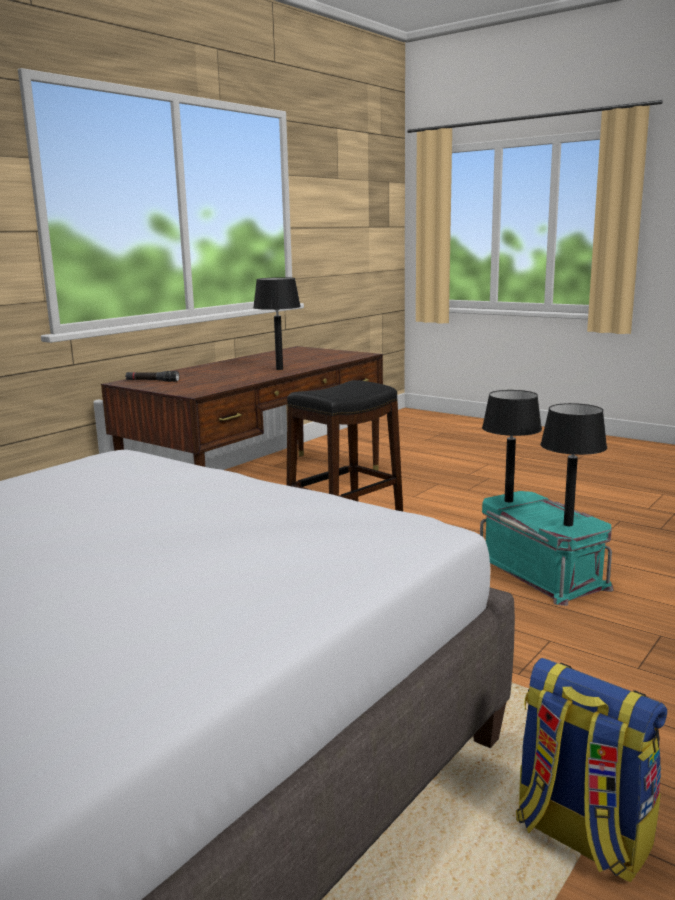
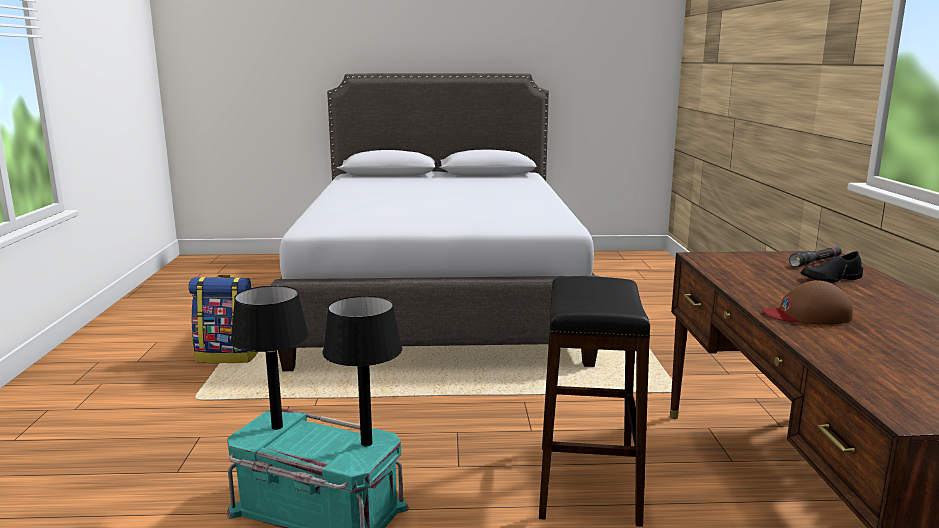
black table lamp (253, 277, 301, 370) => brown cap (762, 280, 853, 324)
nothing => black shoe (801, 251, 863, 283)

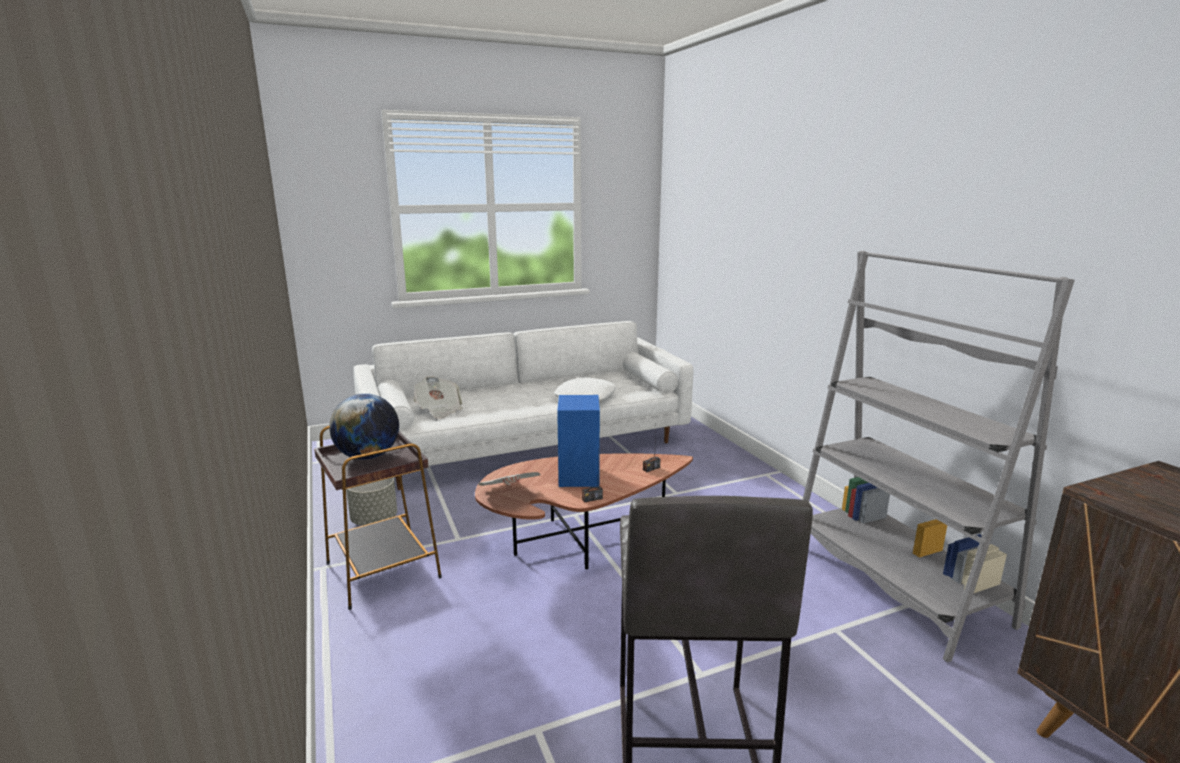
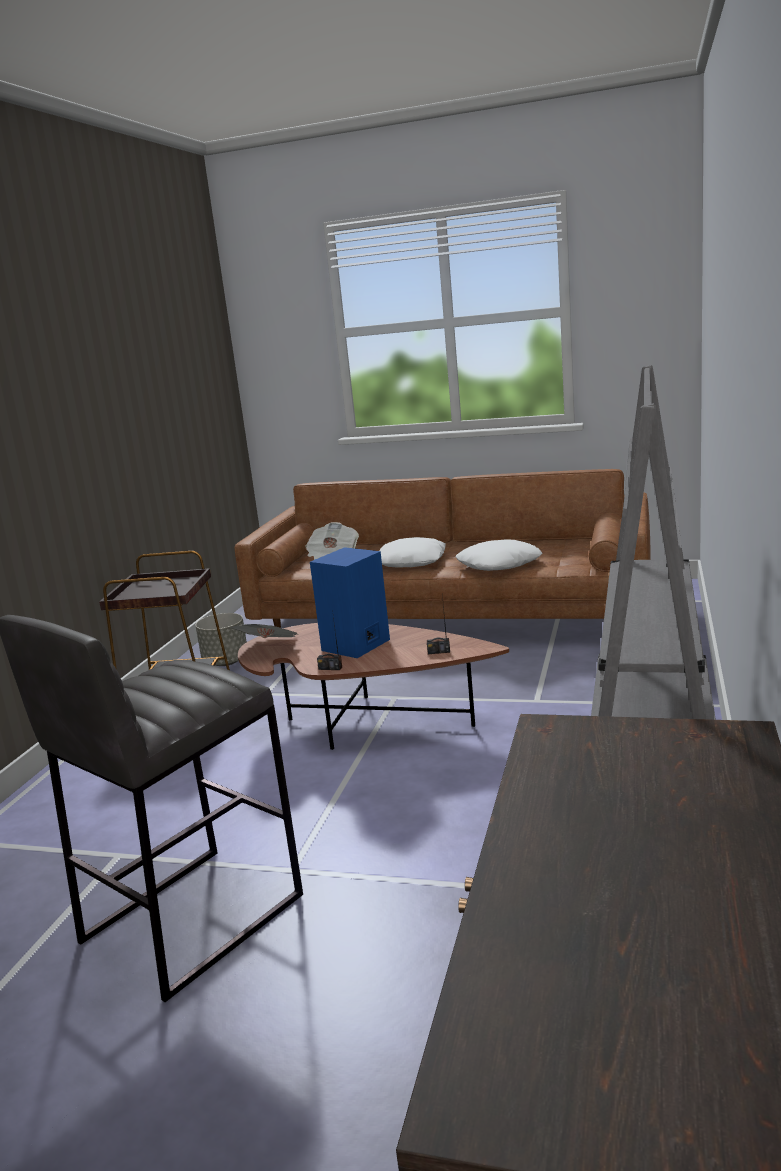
globe (329, 393, 399, 460) => nothing
white sofa (354, 321, 693, 490) => brown sofa (235, 469, 651, 628)
nothing => white pillow (380, 537, 446, 567)

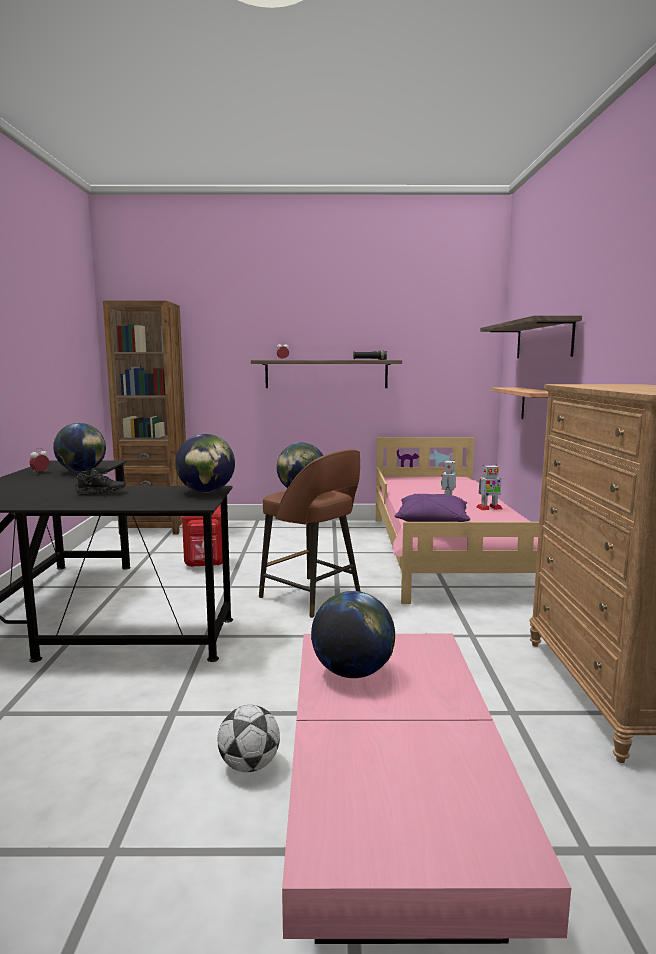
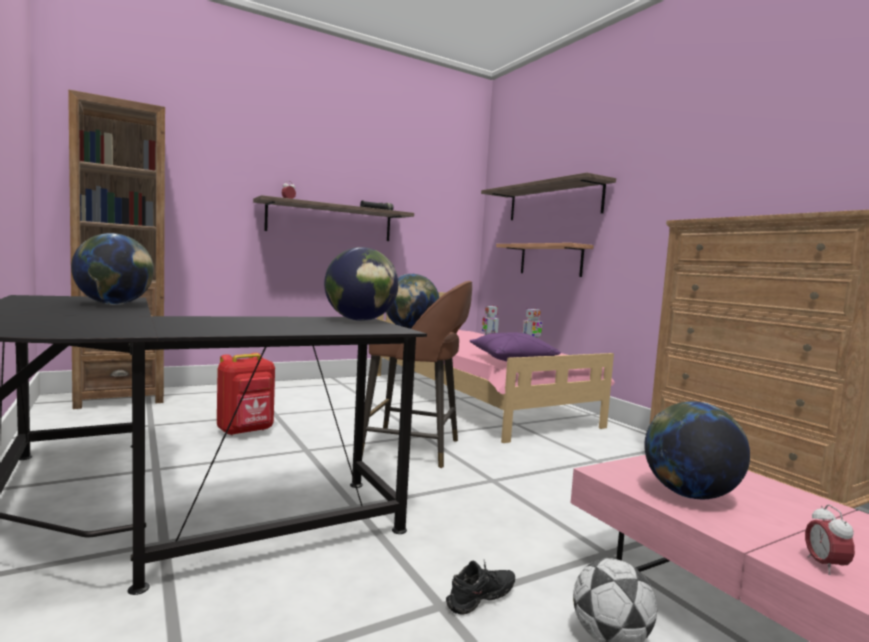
alarm clock (29, 448, 50, 473) => alarm clock (805, 504, 855, 575), move
black shoe (75, 468, 126, 495) => black shoe (446, 561, 515, 615), move

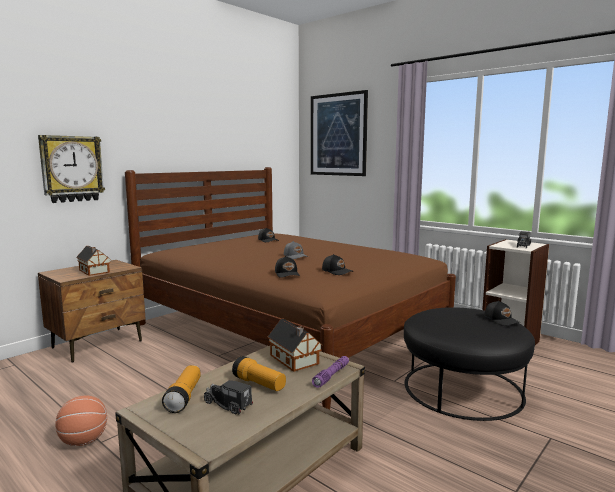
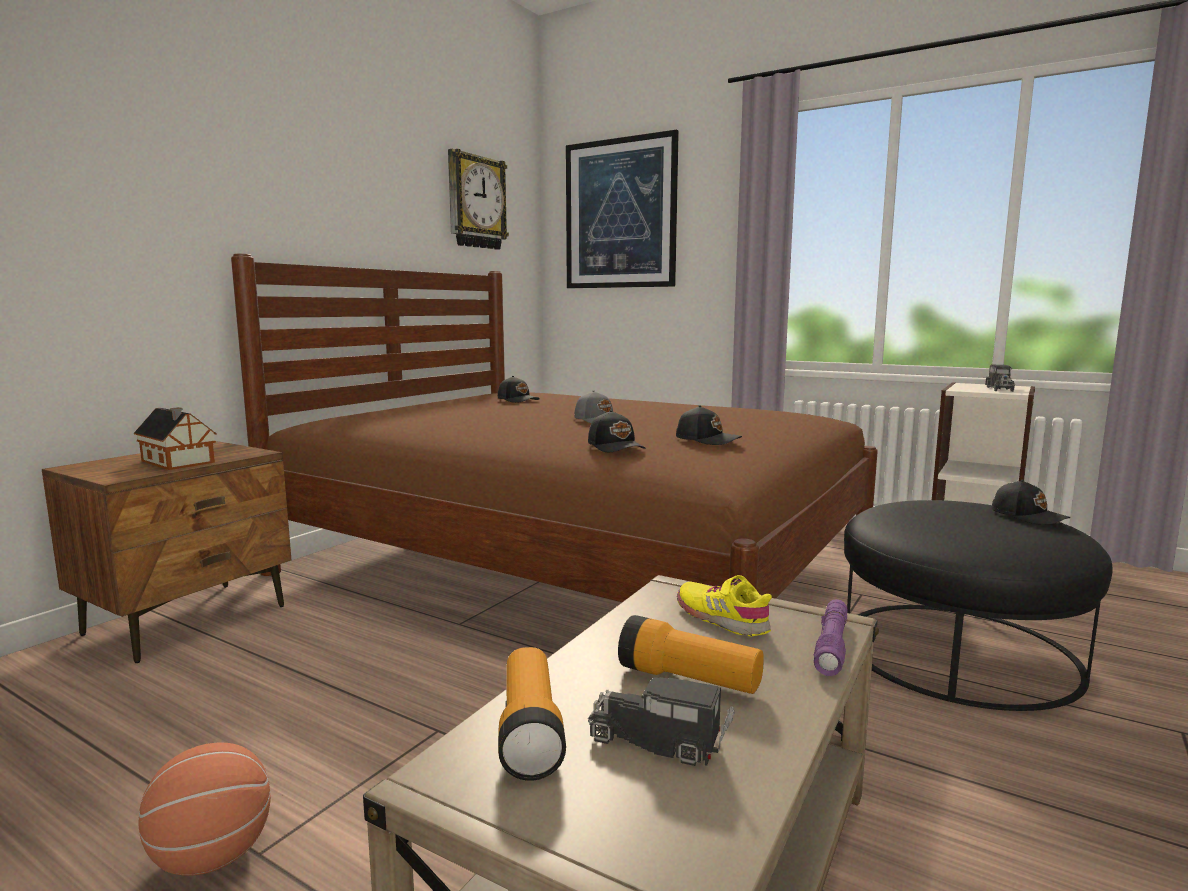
wall clock (38, 135, 105, 203) => wall clock (448, 149, 509, 250), move
toy house (267, 319, 322, 372) => yellow shoe (677, 575, 772, 636)

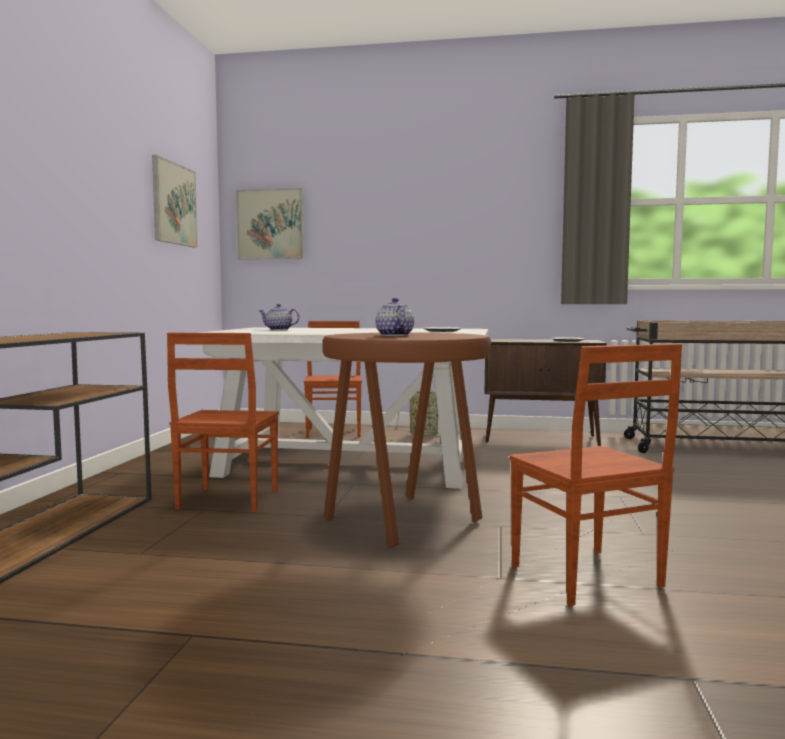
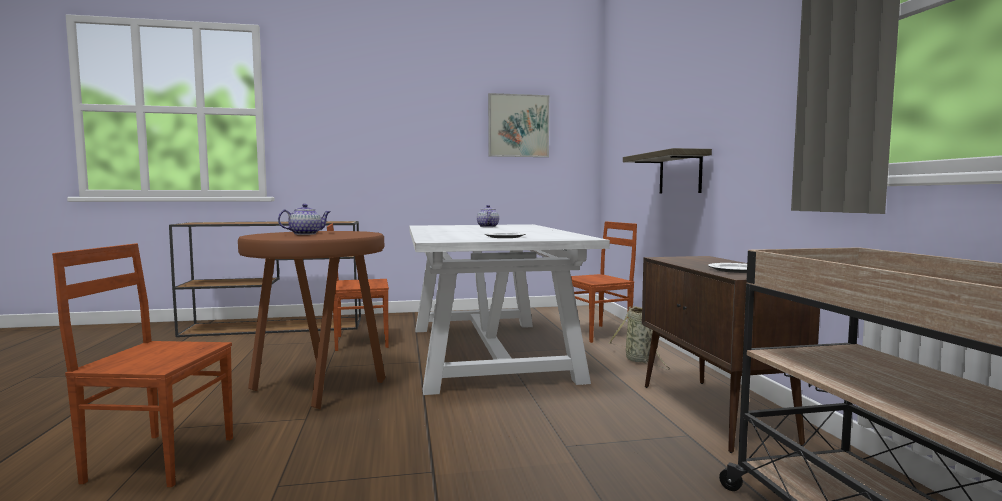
picture (236, 188, 304, 259) => nothing
brown chair (510, 344, 682, 606) => brown chair (52, 243, 233, 487), 45 degrees clockwise
nothing => shelf (623, 148, 712, 194)

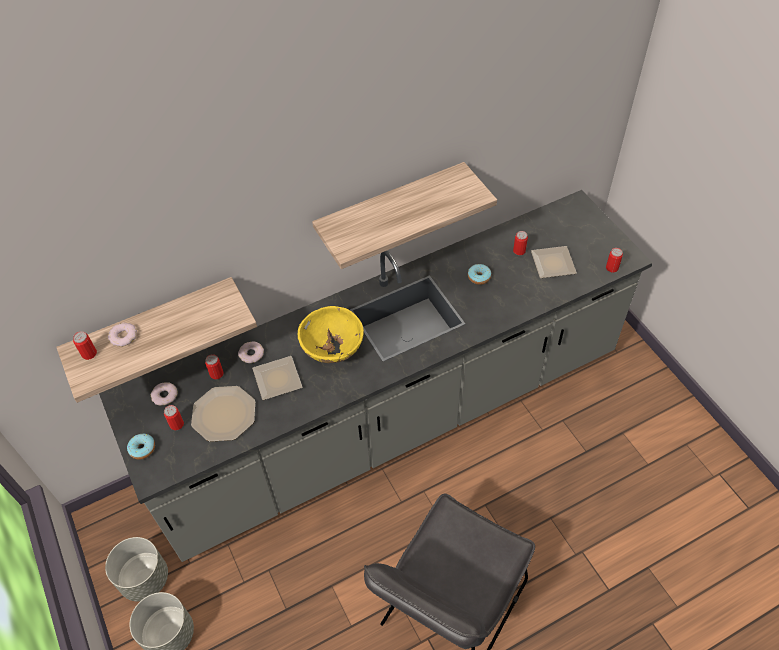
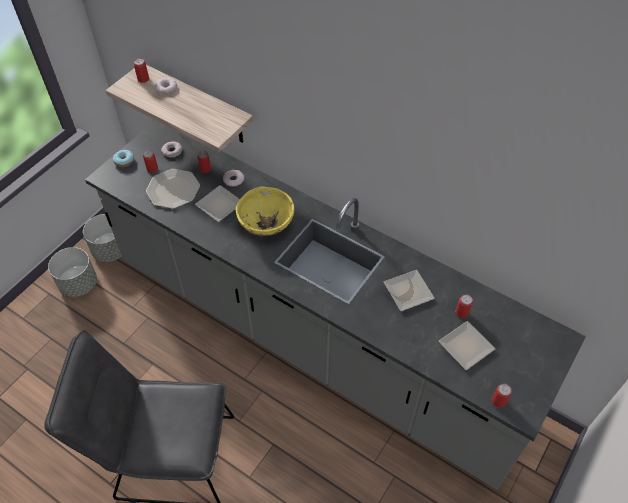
shelf (312, 162, 497, 269) => nothing
donut (468, 264, 491, 285) => plate (384, 270, 435, 311)

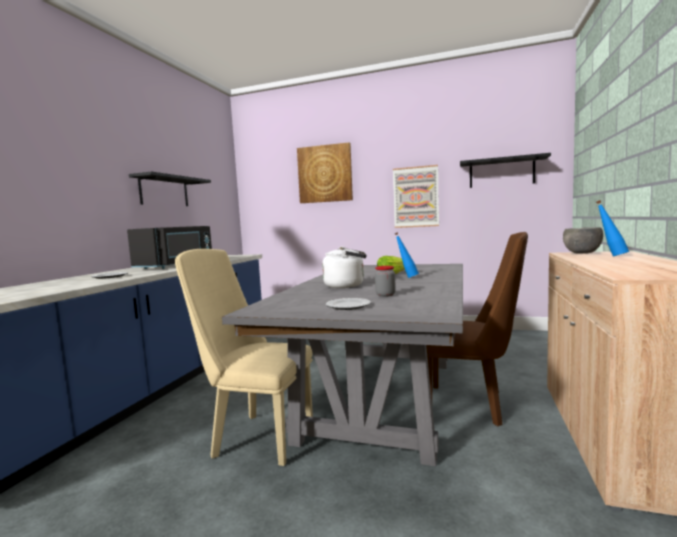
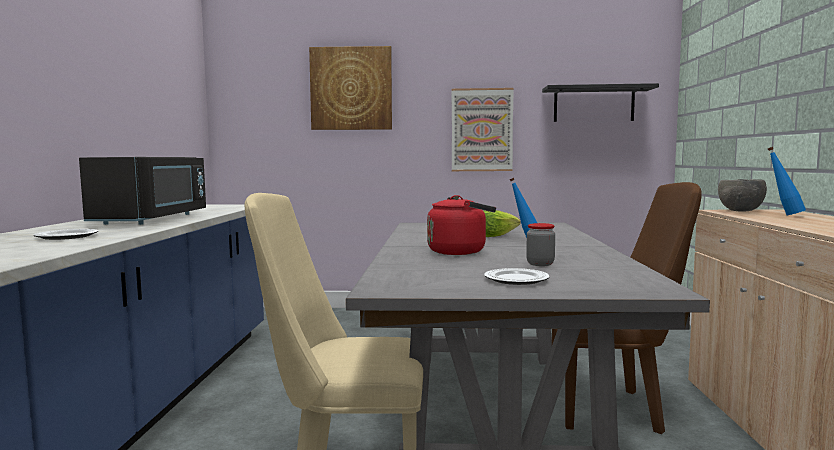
black shelf (129, 172, 211, 206) => nothing
white kettle (322, 247, 367, 288) => red kettle (427, 195, 496, 255)

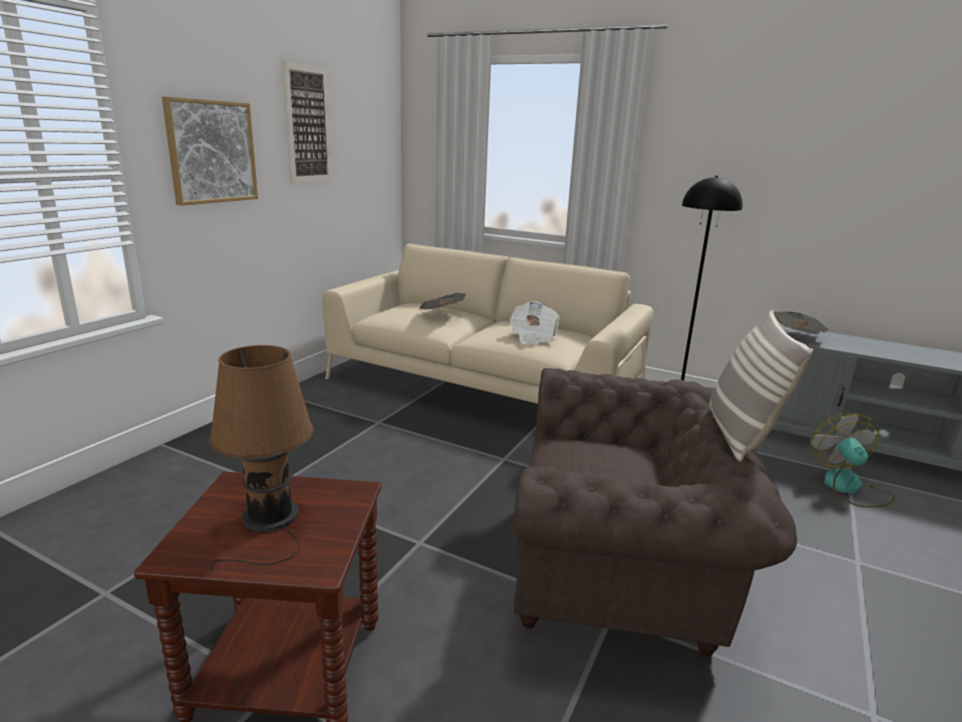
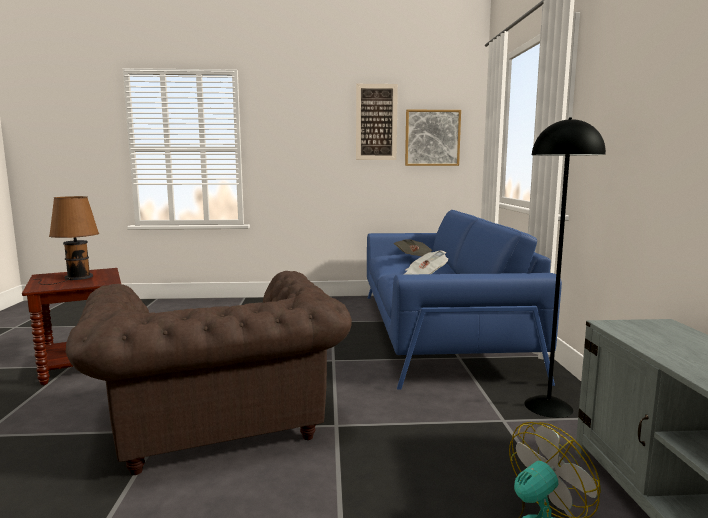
picture (162, 96, 258, 206) => picture (405, 109, 461, 166), move
beige sofa (322, 244, 653, 404) => blue sofa (367, 210, 562, 390)
pillow (709, 310, 814, 462) => nothing
newspaper (774, 312, 828, 334) => nothing

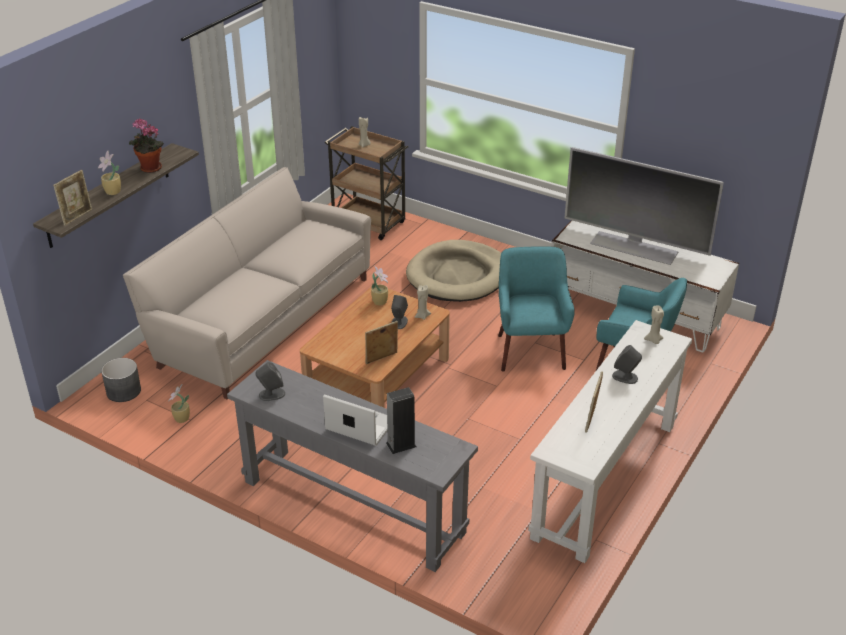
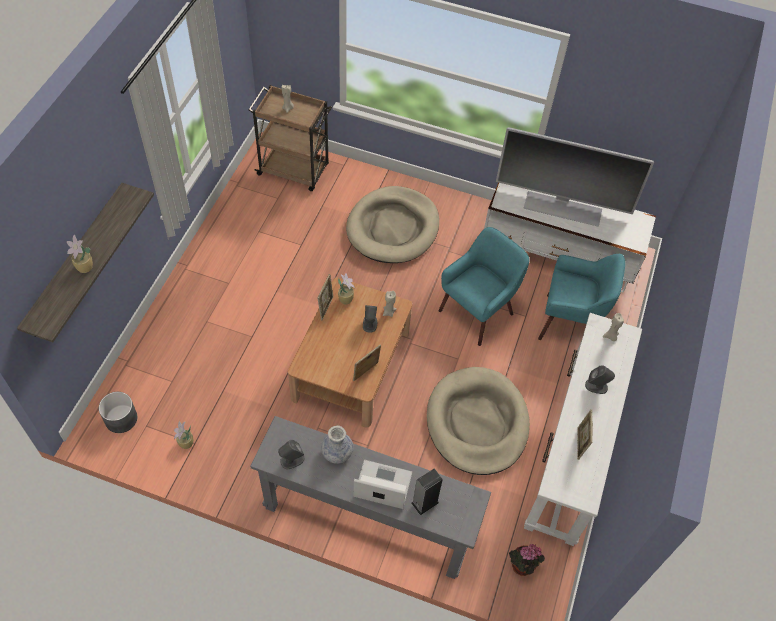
picture frame (53, 170, 92, 226) => picture frame (317, 274, 333, 320), move
beige sofa (123, 167, 371, 399) => nothing
potted plant (129, 118, 164, 173) => potted plant (509, 544, 545, 576), move
turquoise armchair (498, 246, 575, 372) => turquoise armchair (439, 227, 530, 346), 60 degrees clockwise
nothing => vase (321, 426, 353, 464)
nothing => beige dog bed (427, 367, 530, 475)

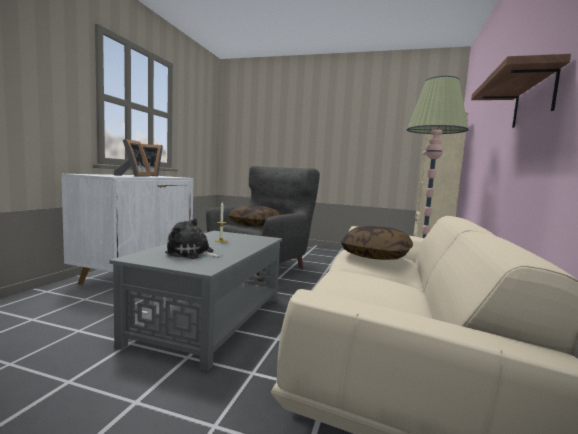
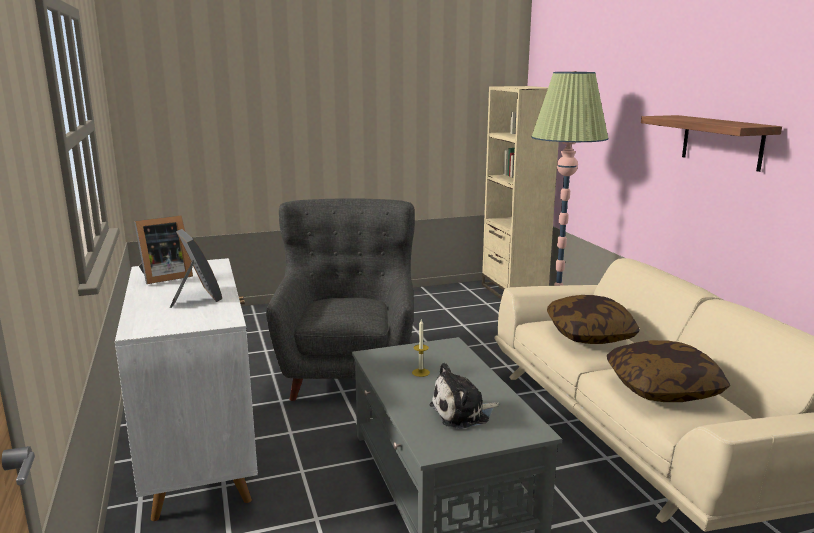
pillow (228, 205, 281, 227) => pillow (607, 340, 730, 402), move

